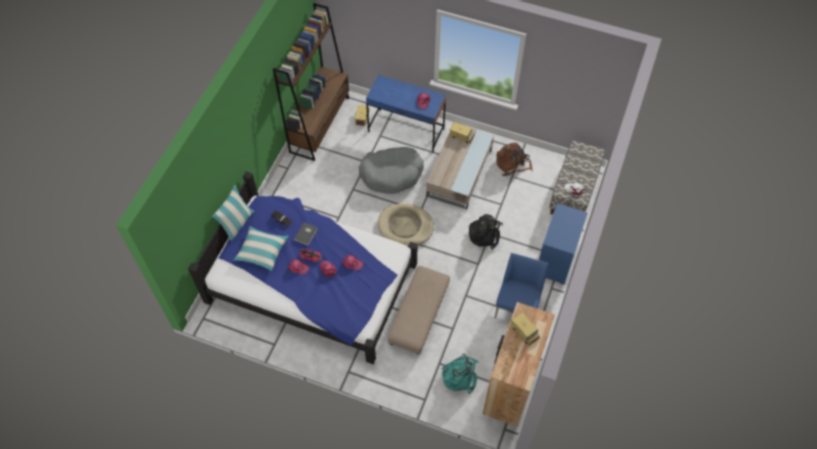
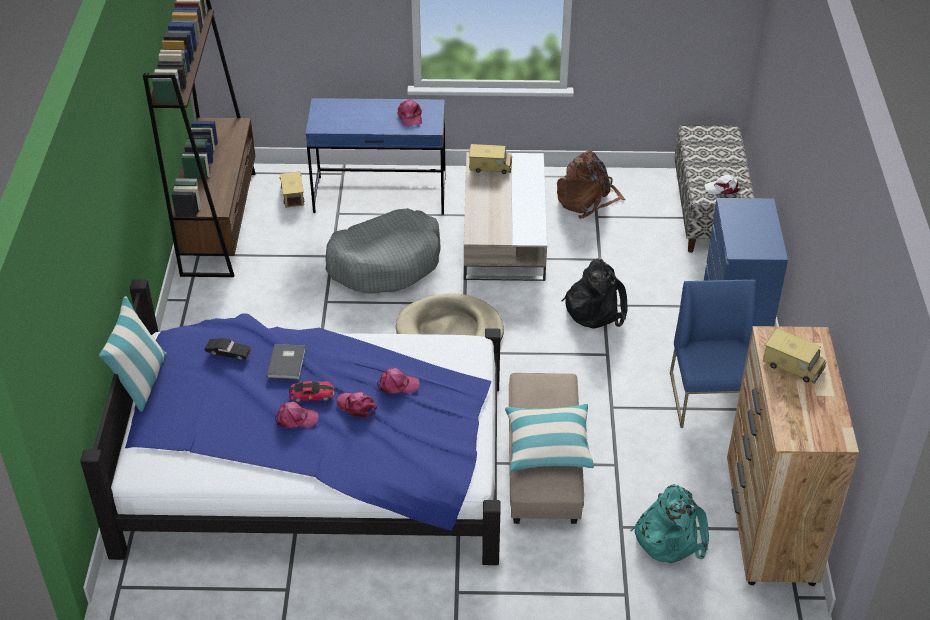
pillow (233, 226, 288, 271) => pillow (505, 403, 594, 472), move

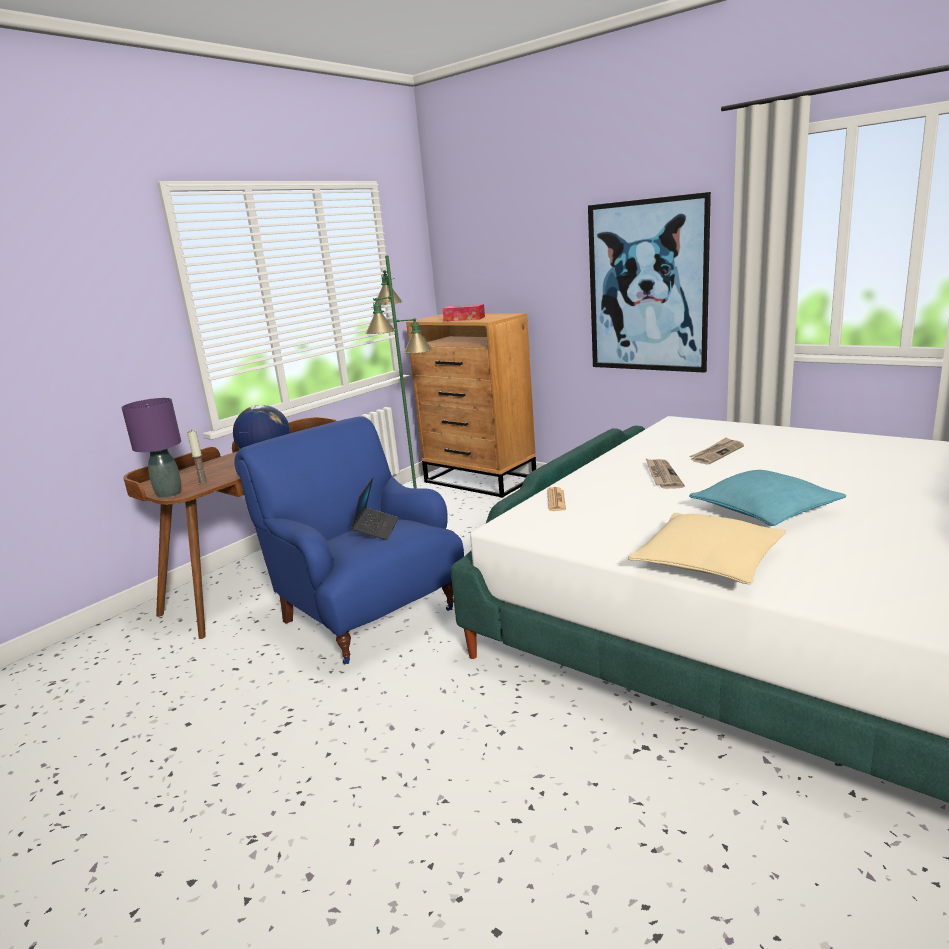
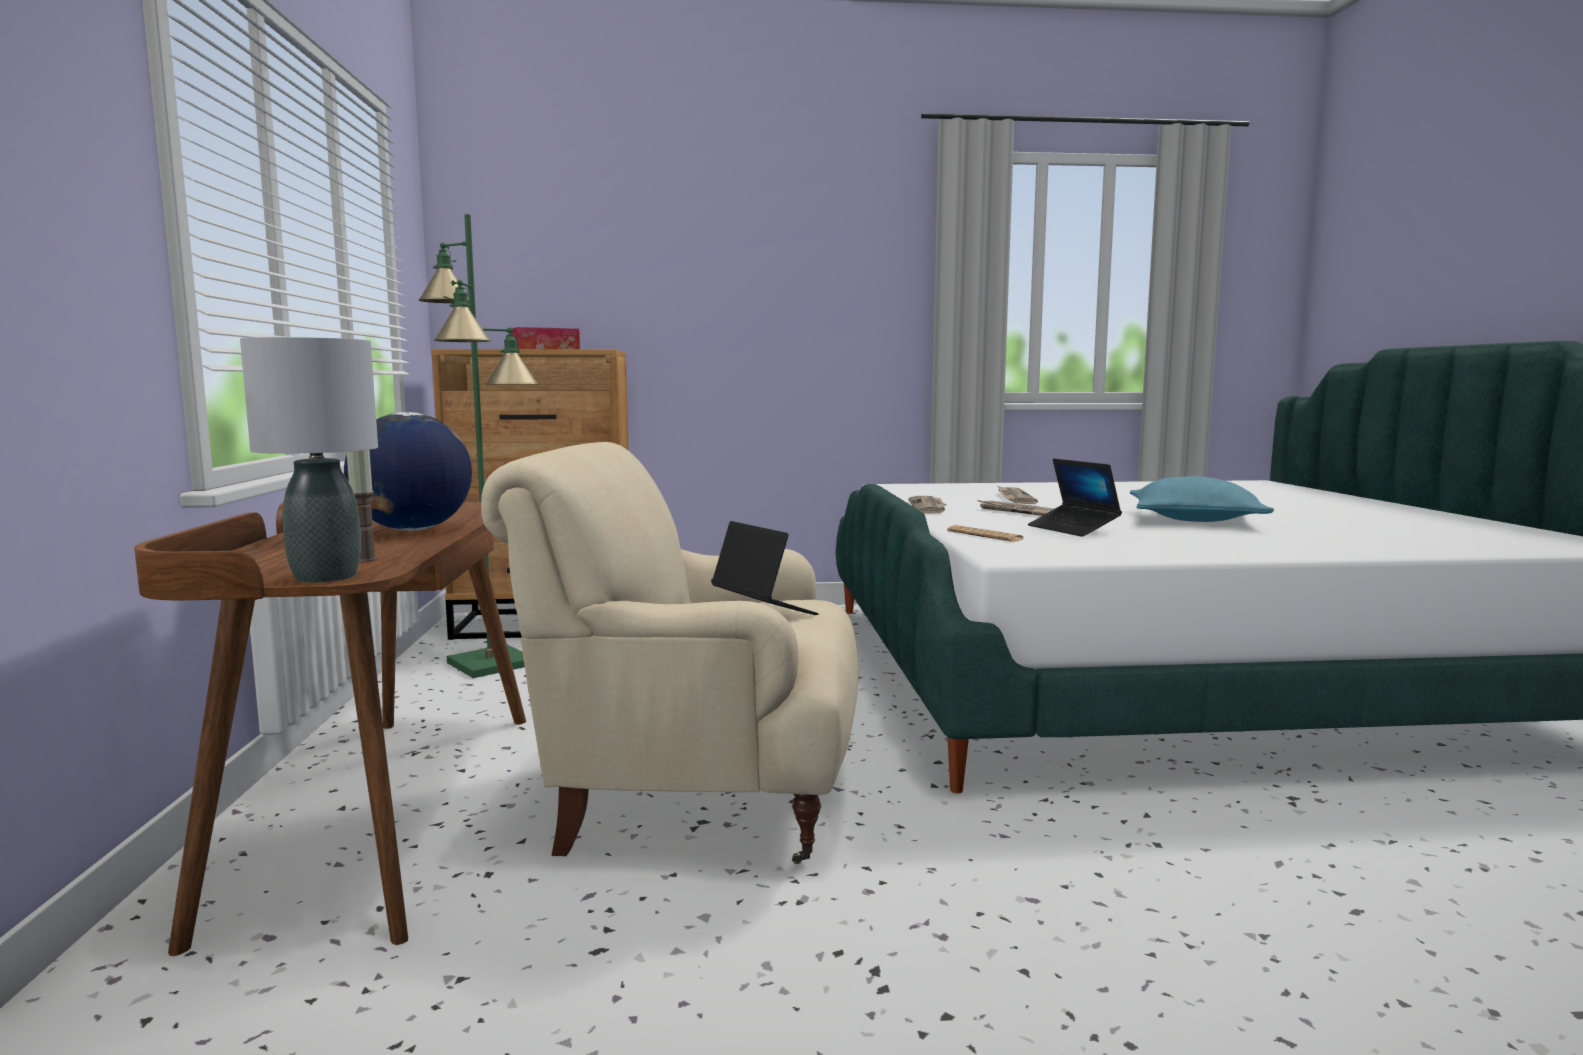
purple table lamp (121, 398, 181, 498) => grey table lamp (240, 337, 378, 583)
blue armchair (234, 416, 464, 664) => beige armchair (481, 442, 858, 864)
picture (588, 192, 711, 373) => nothing
beige pillow (628, 513, 786, 584) => nothing
nothing => newspaper (908, 496, 947, 514)
nothing => laptop (1028, 459, 1122, 537)

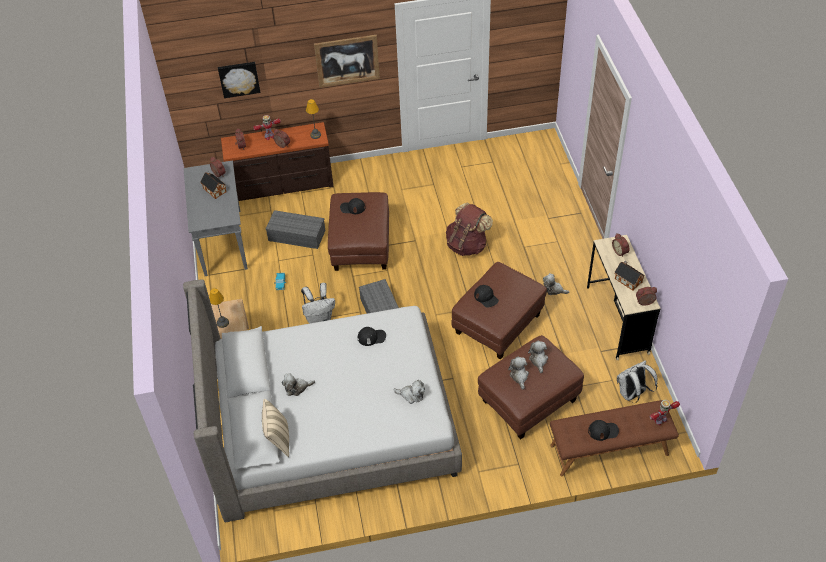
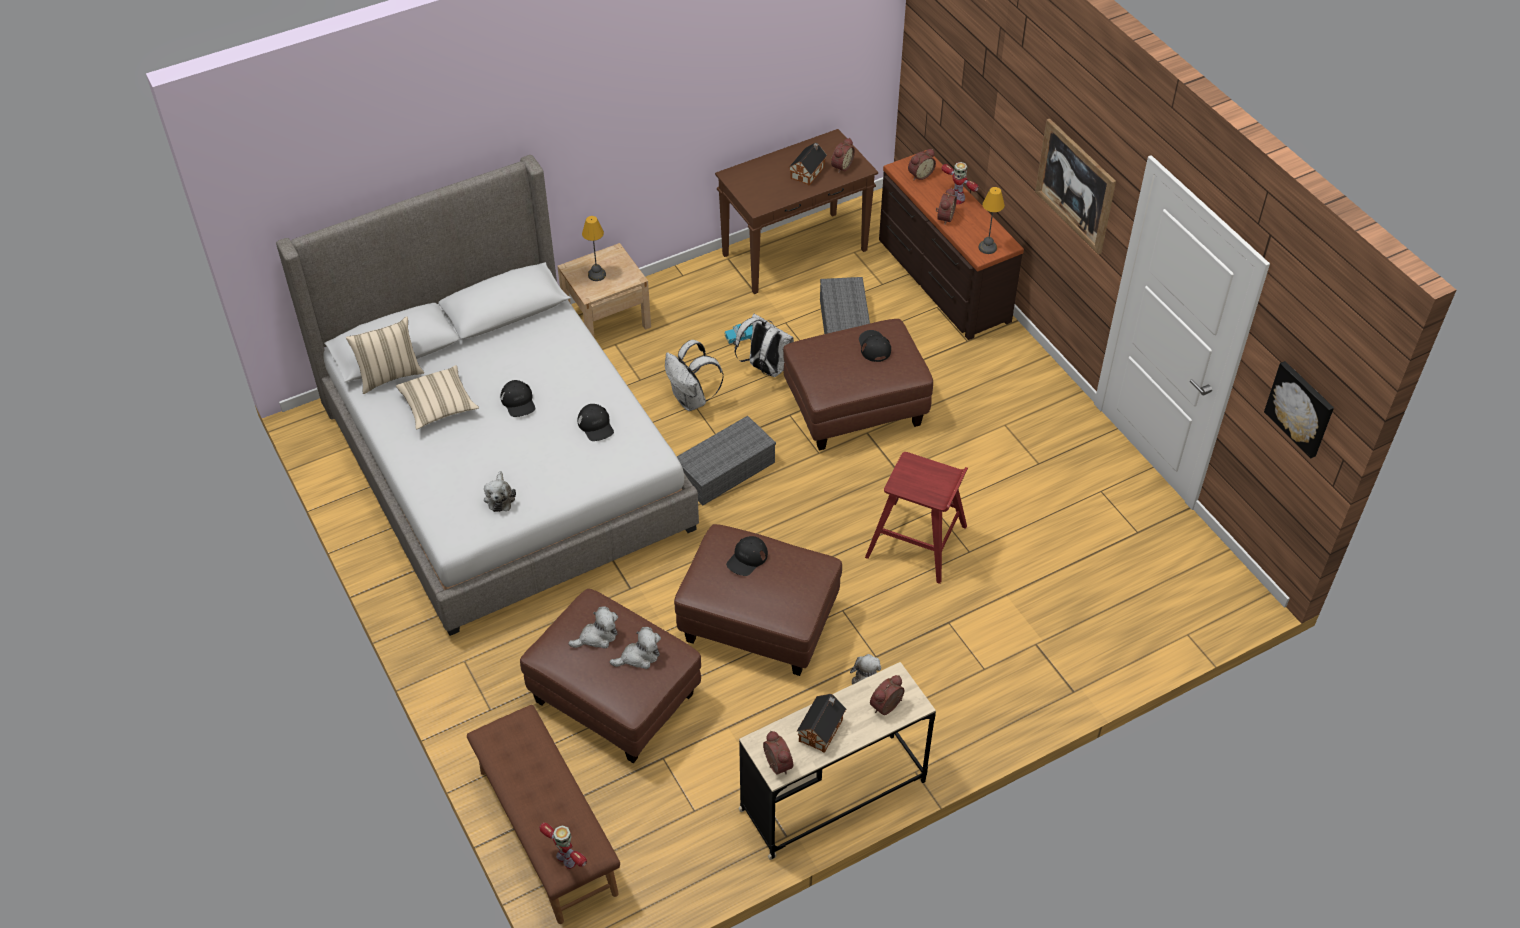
grey console table (183, 160, 248, 276) => brown console table (715, 129, 878, 294)
picture (218, 62, 261, 98) => picture (1264, 361, 1334, 458), move
plush toy (281, 373, 315, 396) => nothing
brown backpack (446, 203, 493, 256) => red stool (865, 452, 968, 584)
black cap (588, 420, 619, 441) => black cap (500, 380, 535, 417), move
white backpack (617, 360, 657, 403) => white backpack (735, 314, 794, 377), move
nothing => beige pillow (396, 365, 479, 429)

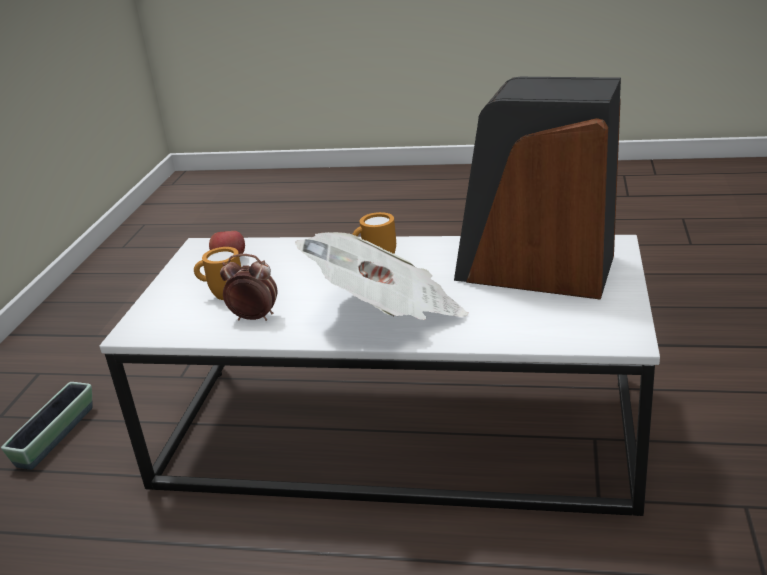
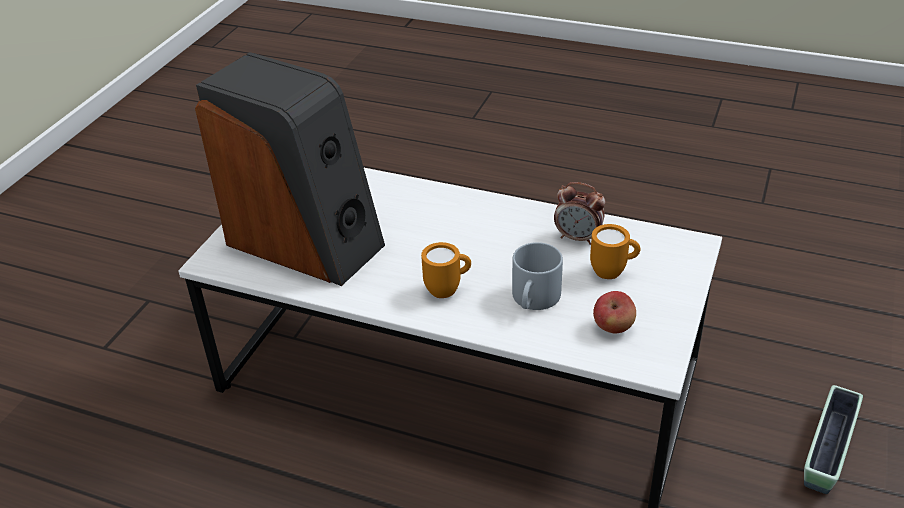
newspaper (295, 232, 468, 320) => nothing
nothing => grey mug (512, 242, 563, 310)

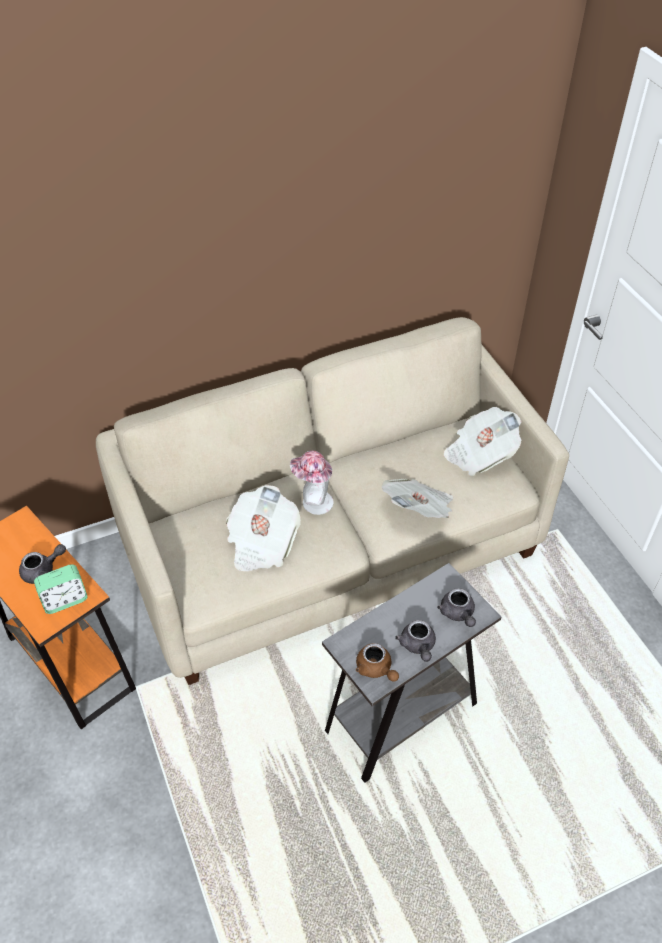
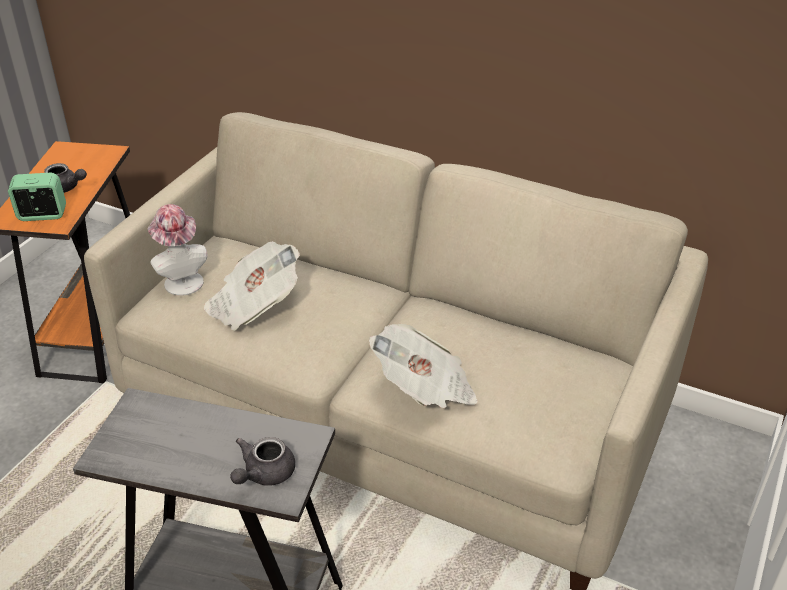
alarm clock (34, 564, 88, 614) => alarm clock (8, 173, 66, 221), 150 degrees clockwise
hat (290, 451, 333, 515) => hat (148, 204, 207, 296), move
brown teapot (356, 643, 399, 682) => nothing
grey teapot (395, 620, 436, 662) => nothing
newspaper (444, 407, 522, 476) => nothing

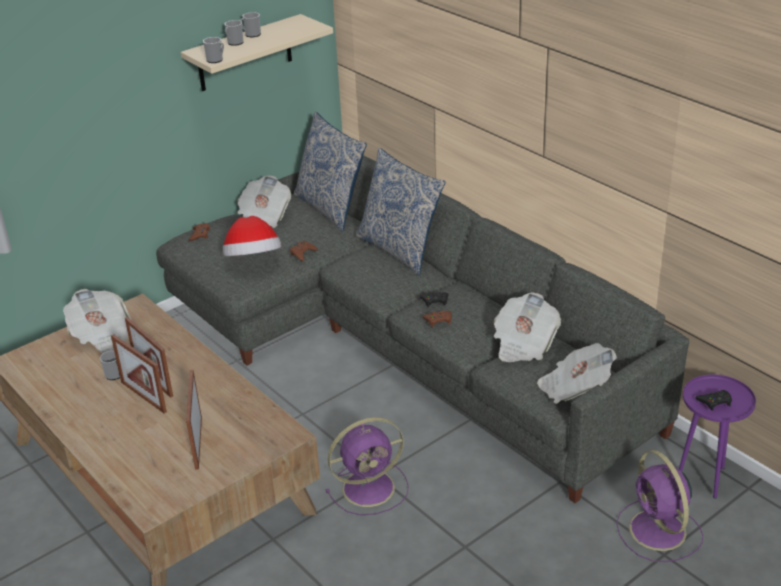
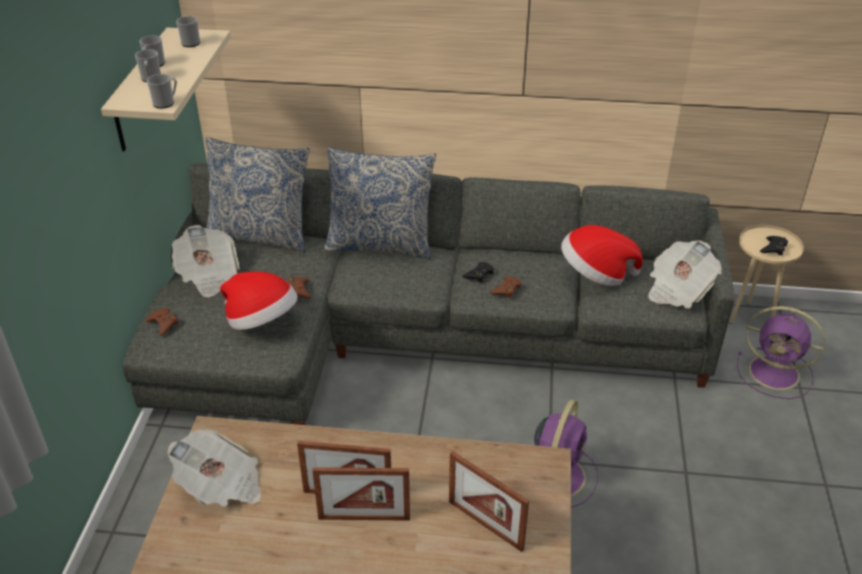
mug (100, 351, 120, 380) => mug (176, 16, 200, 47), move
newspaper (494, 293, 561, 362) => hat (561, 225, 643, 286)
purple side table (679, 374, 756, 499) => beige side table (729, 225, 804, 324)

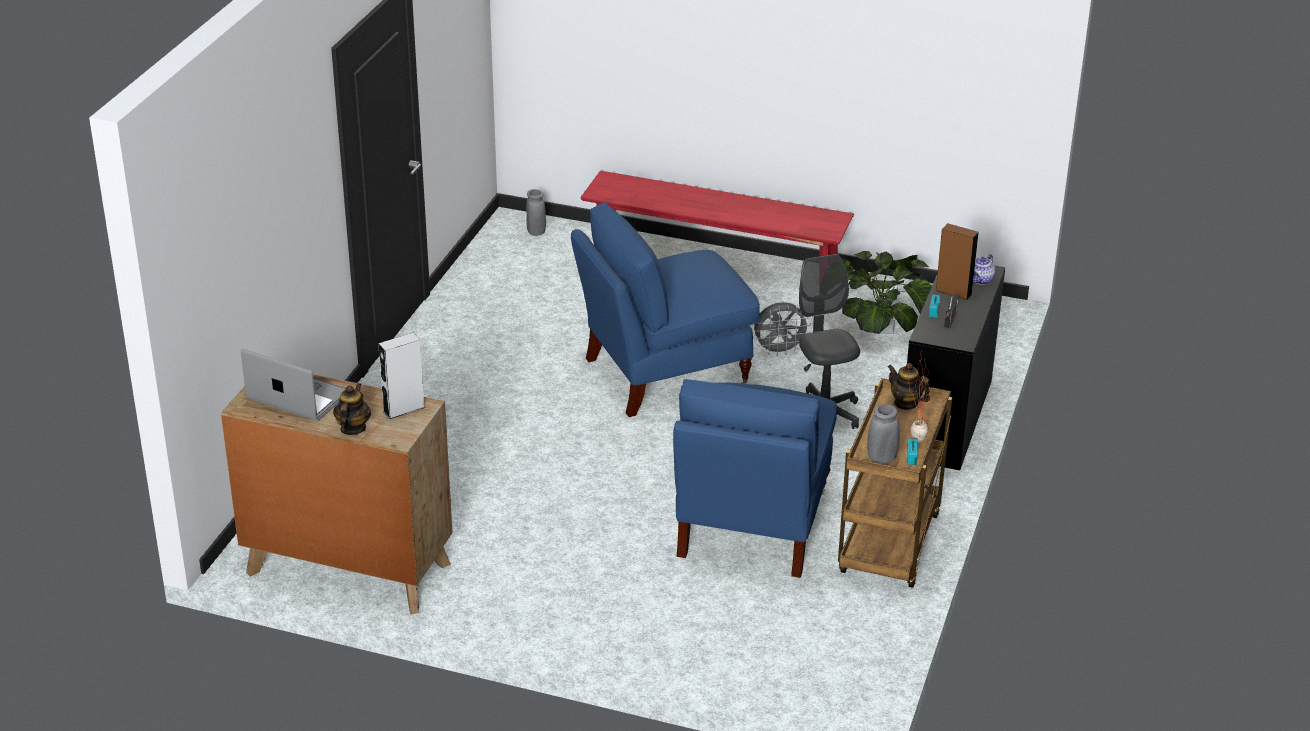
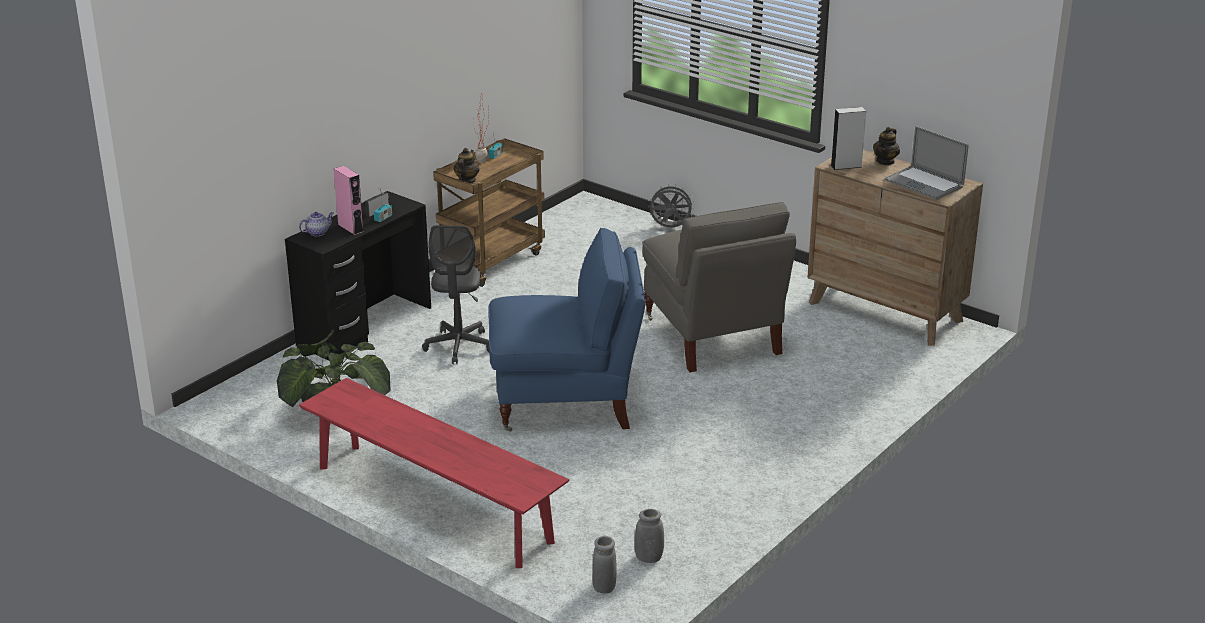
blue armchair (673, 379, 837, 578) => nothing
grey fan (754, 302, 811, 356) => grey fan (648, 183, 695, 227), move
grey vase (867, 404, 900, 464) => grey vase (634, 509, 664, 563), move
teapot (887, 363, 930, 410) => teapot (454, 148, 480, 183), 135 degrees counterclockwise
brown speaker (935, 223, 979, 300) => pink speaker (333, 166, 364, 235)
nothing => grey armchair (642, 202, 796, 372)

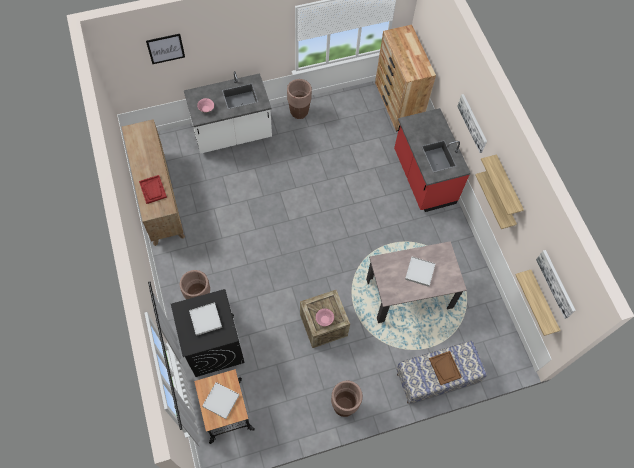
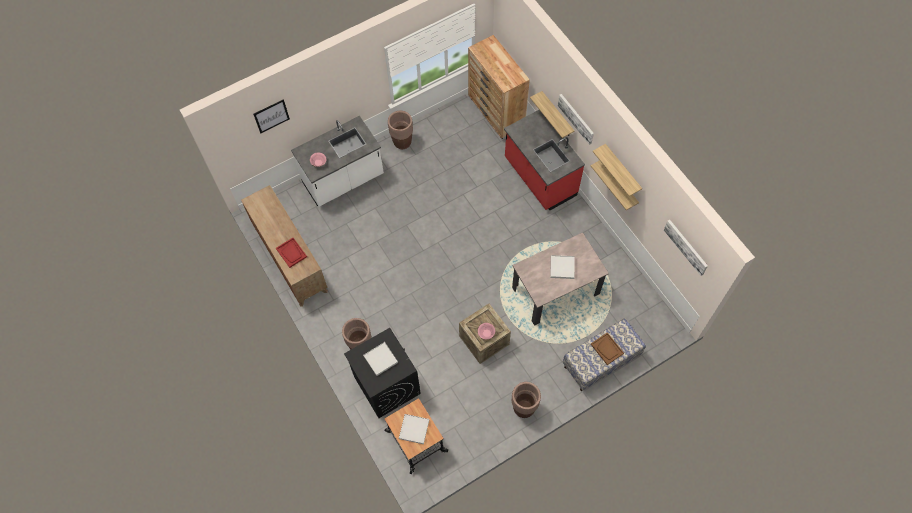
shelf (515, 270, 560, 336) => shelf (530, 91, 574, 138), move

